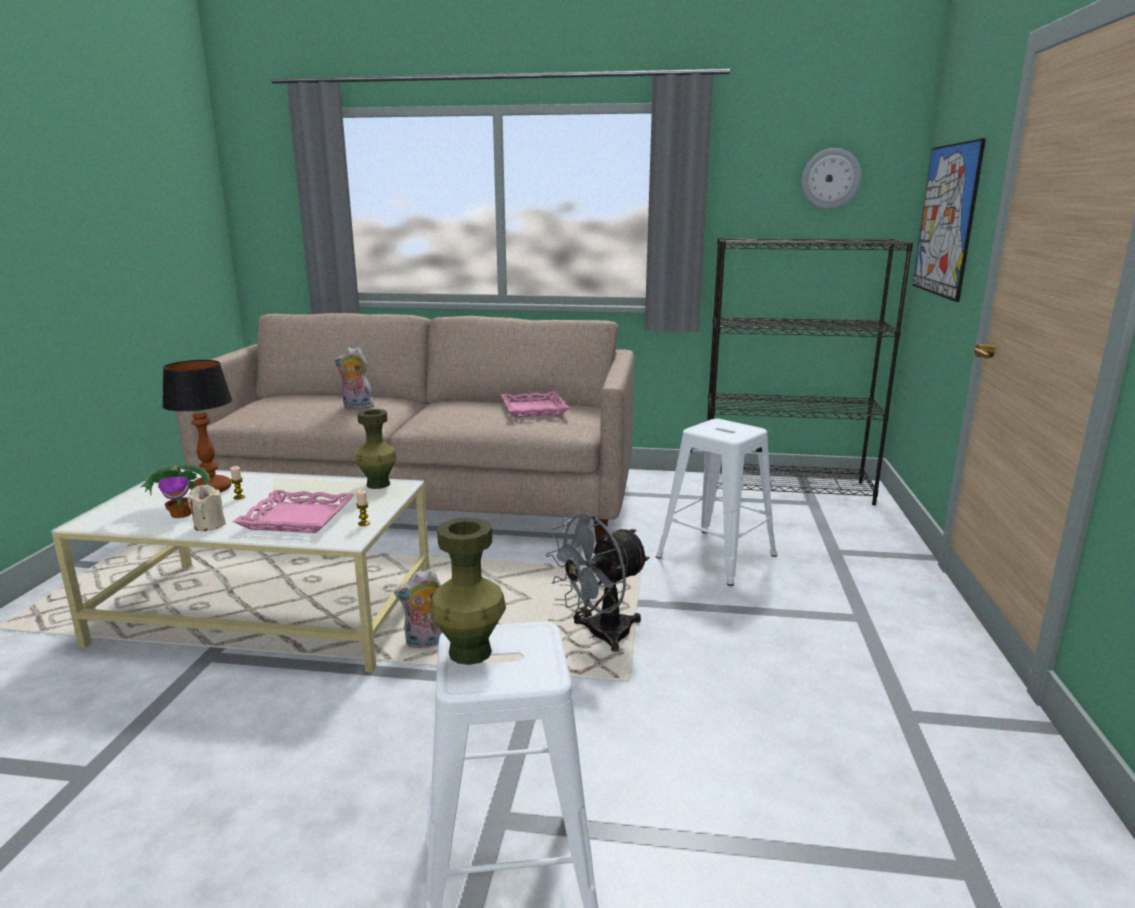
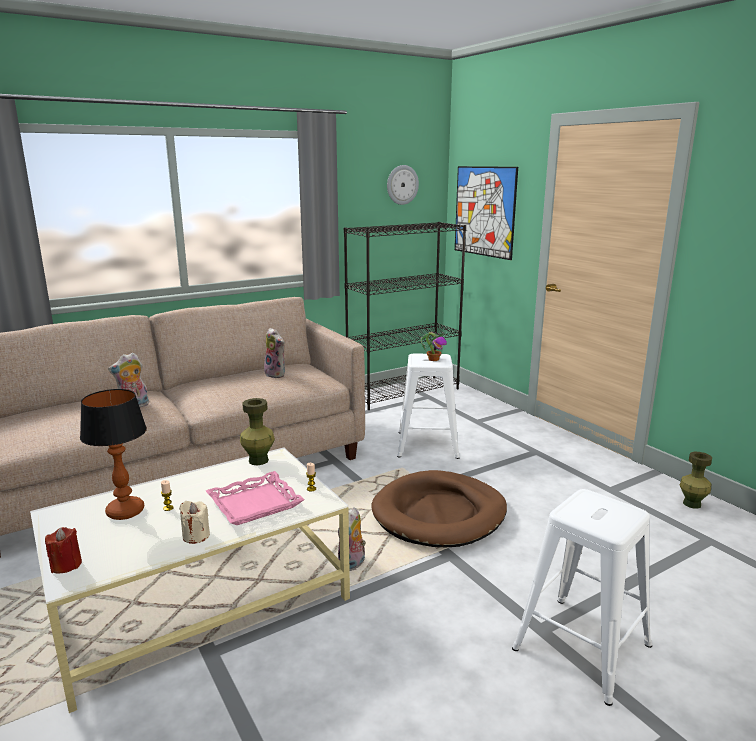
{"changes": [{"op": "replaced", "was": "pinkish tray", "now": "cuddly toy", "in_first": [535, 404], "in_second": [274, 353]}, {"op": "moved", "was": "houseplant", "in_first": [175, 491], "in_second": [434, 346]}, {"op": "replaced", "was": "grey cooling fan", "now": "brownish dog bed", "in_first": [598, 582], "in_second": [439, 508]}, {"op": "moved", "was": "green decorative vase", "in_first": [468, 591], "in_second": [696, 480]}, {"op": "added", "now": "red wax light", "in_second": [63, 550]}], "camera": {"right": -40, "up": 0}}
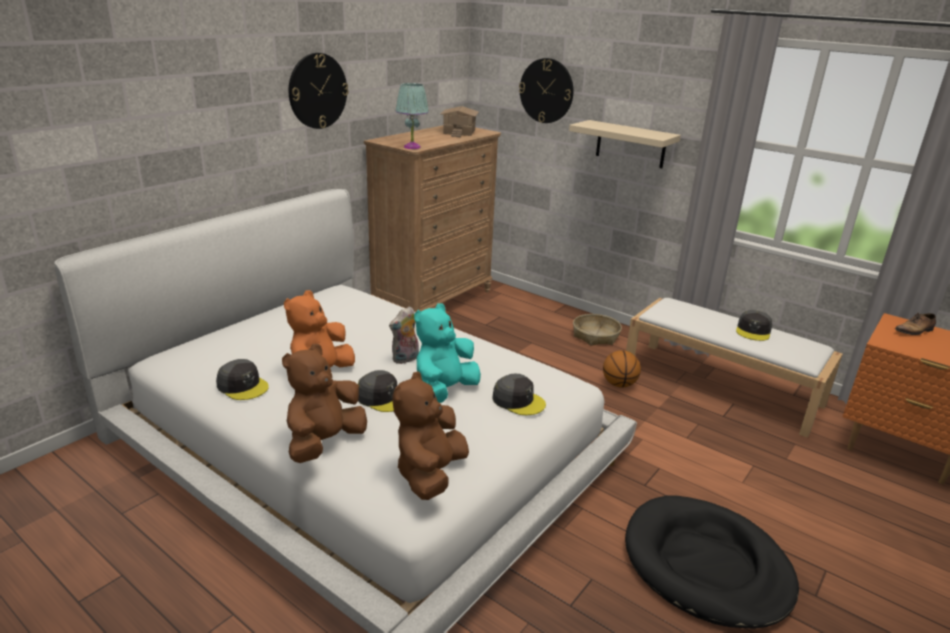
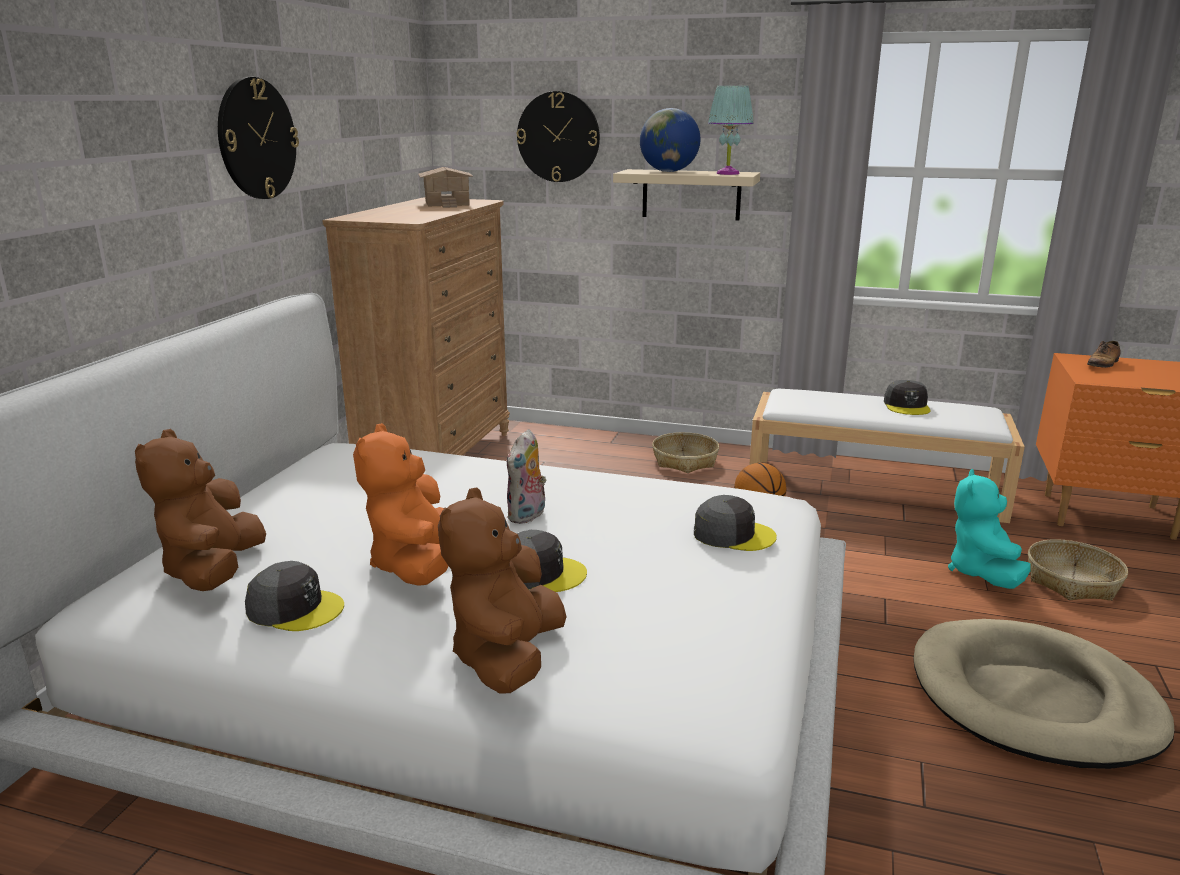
{"changes": [{"op": "moved", "was": "turquoise lamp for a table", "in_first": [412, 116], "in_second": [731, 130]}, {"op": "moved", "was": "turquoise cuddly toy", "in_first": [447, 353], "in_second": [989, 529]}, {"op": "moved", "was": "brownish cuddly toy", "in_first": [431, 435], "in_second": [200, 510]}, {"op": "recoloured", "was": "black dog bed", "now": "beige-coloured dog bed", "in_first": [712, 562], "in_second": [1044, 694]}, {"op": "added", "now": "globe", "in_second": [670, 140]}, {"op": "added", "now": "basket", "in_second": [1078, 570]}], "camera": {"right": -20, "up": -5}}
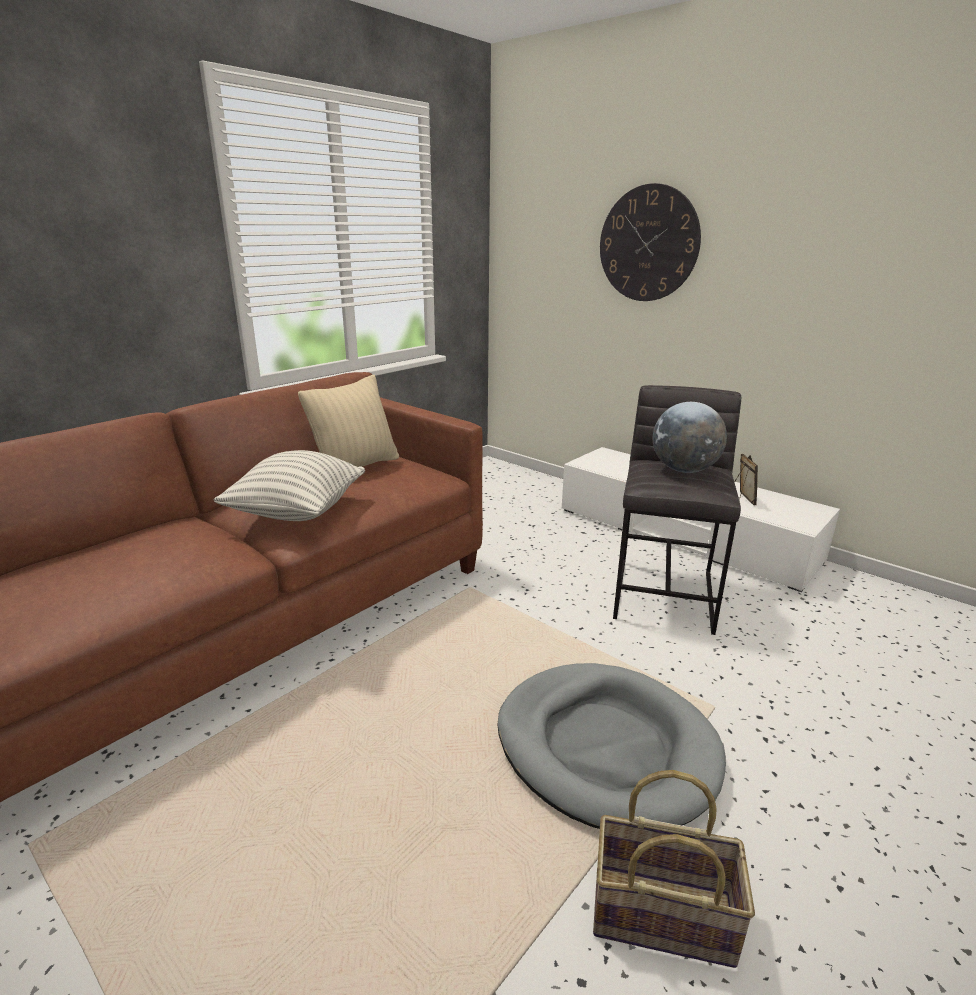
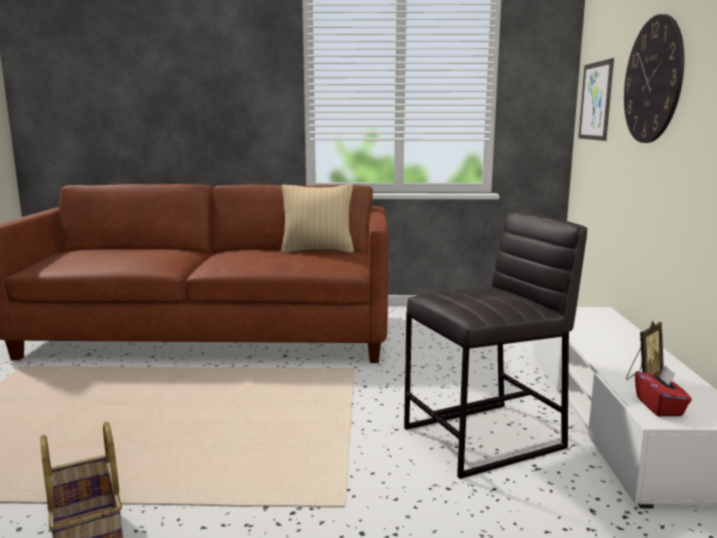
{"changes": [{"op": "removed", "was": "globe", "in_first": [690, 437]}, {"op": "removed", "was": "pillow", "in_first": [289, 485]}, {"op": "removed", "was": "grey dog bed", "in_first": [612, 746]}, {"op": "added", "now": "wall picture", "in_second": [596, 99]}, {"op": "added", "now": "red tissue holder", "in_second": [663, 390]}], "camera": {"right": 50, "up": -10}}
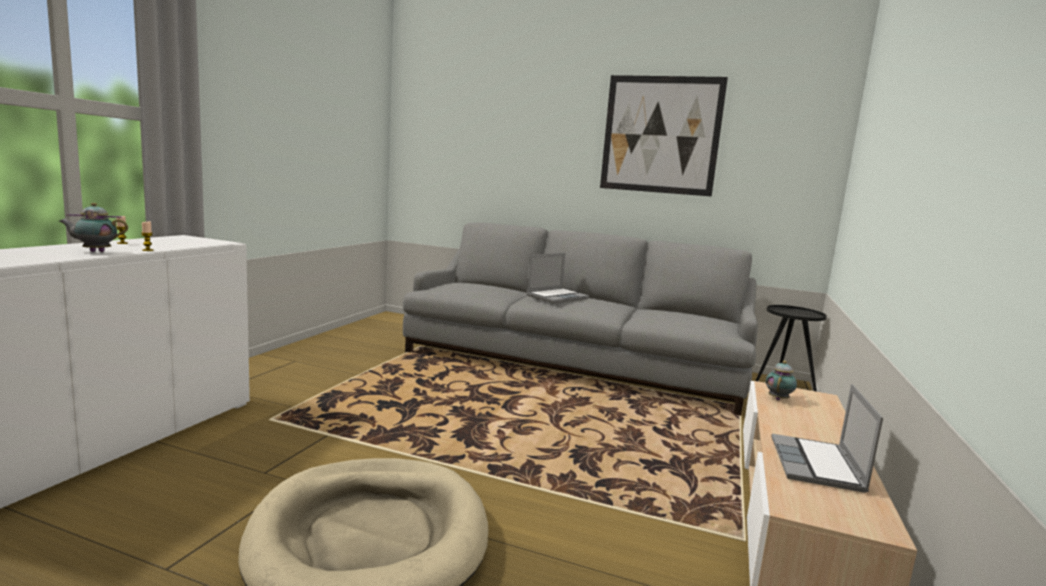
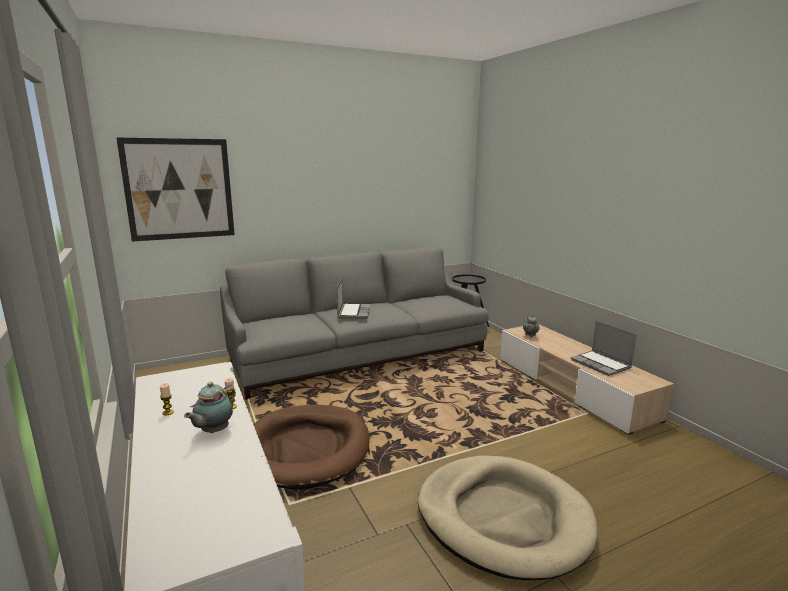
{"changes": [{"op": "moved", "was": "wall picture", "in_first": [664, 136], "in_second": [175, 189]}, {"op": "added", "now": "brownish dog bed", "in_second": [311, 447]}], "camera": {"right": -45, "up": 5}}
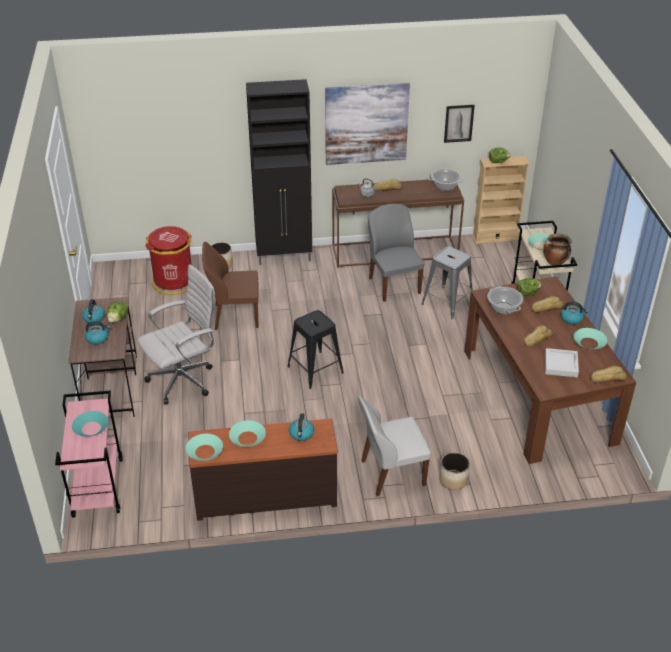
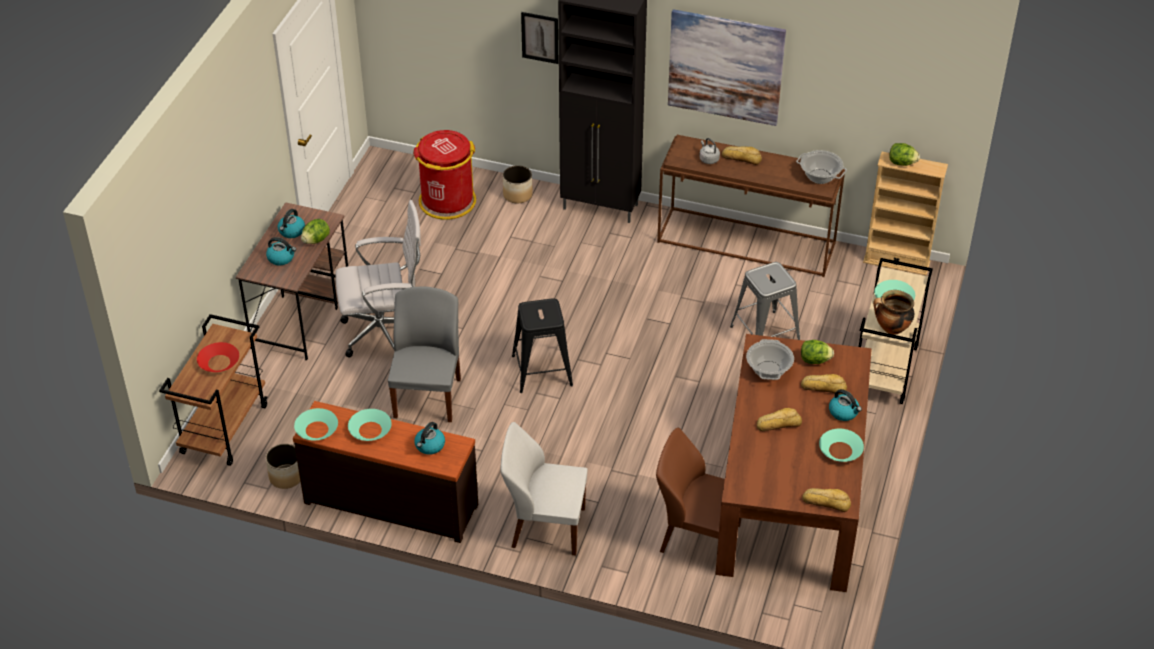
{"changes": [{"op": "moved", "was": "wall picture", "in_first": [459, 124], "in_second": [539, 38]}, {"op": "moved", "was": "grey upright chair", "in_first": [396, 253], "in_second": [424, 354]}, {"op": "moved", "was": "brownish upright chair", "in_first": [230, 285], "in_second": [699, 490]}, {"op": "removed", "was": "grey tray", "in_first": [562, 362]}, {"op": "recoloured", "was": "pinkish trolley", "now": "brownish trolley", "in_first": [89, 454], "in_second": [213, 390]}, {"op": "recoloured", "was": "turquoise serving bowl", "now": "red serving bowl", "in_first": [90, 424], "in_second": [218, 357]}, {"op": "moved", "was": "flower pot", "in_first": [454, 471], "in_second": [283, 466]}], "camera": {"right": 25, "up": 5}}
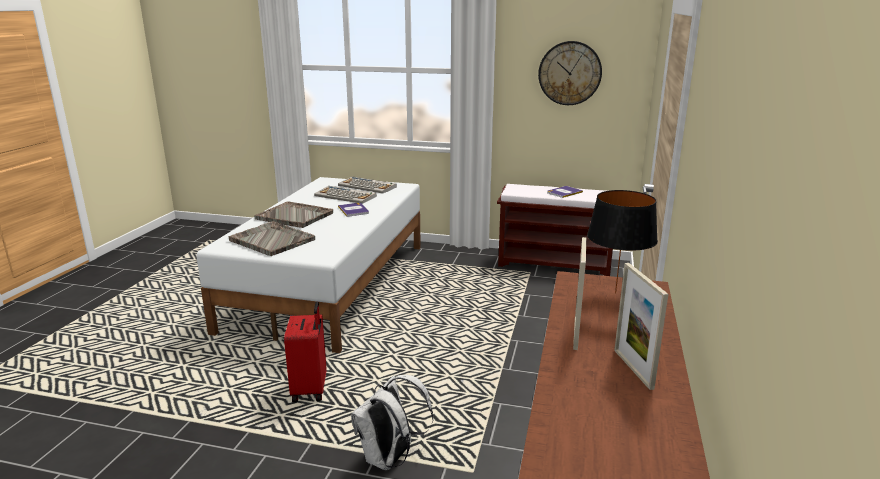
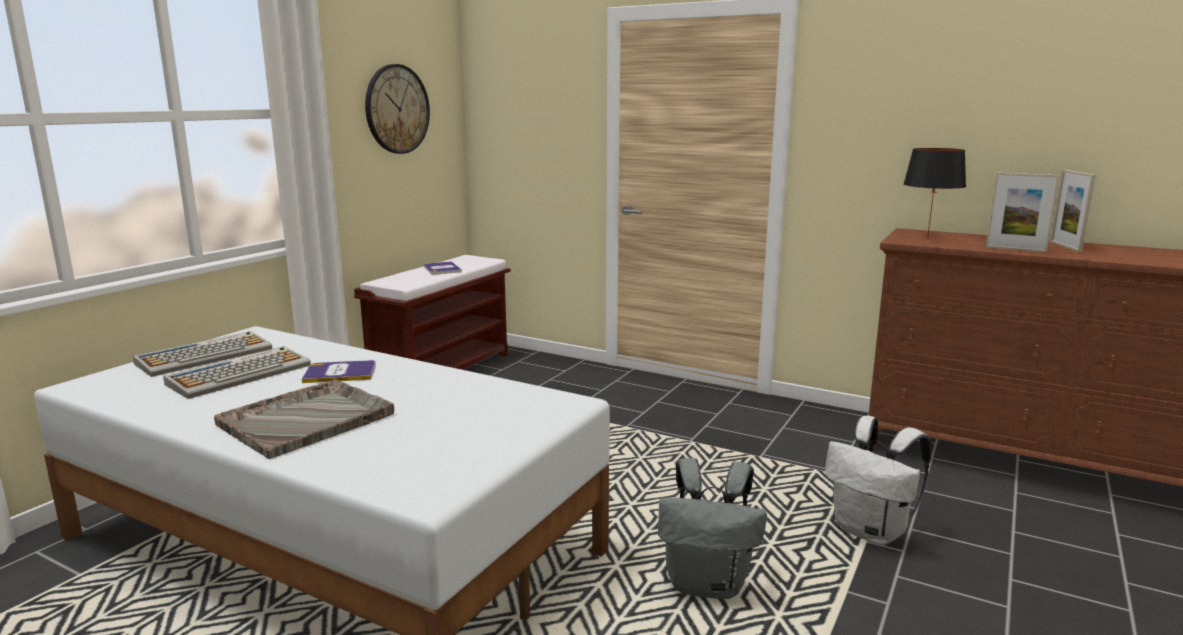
{"changes": [{"op": "removed", "was": "grey tray", "in_first": [272, 238]}, {"op": "turned", "was": "picture frame", "in_first": [641, 326], "in_second": [1073, 211], "clockwise": 90}, {"op": "replaced", "was": "red piece of luggage", "now": "grey knapsack", "in_first": [305, 352], "in_second": [712, 528]}], "camera": {"right": -75, "up": -5}}
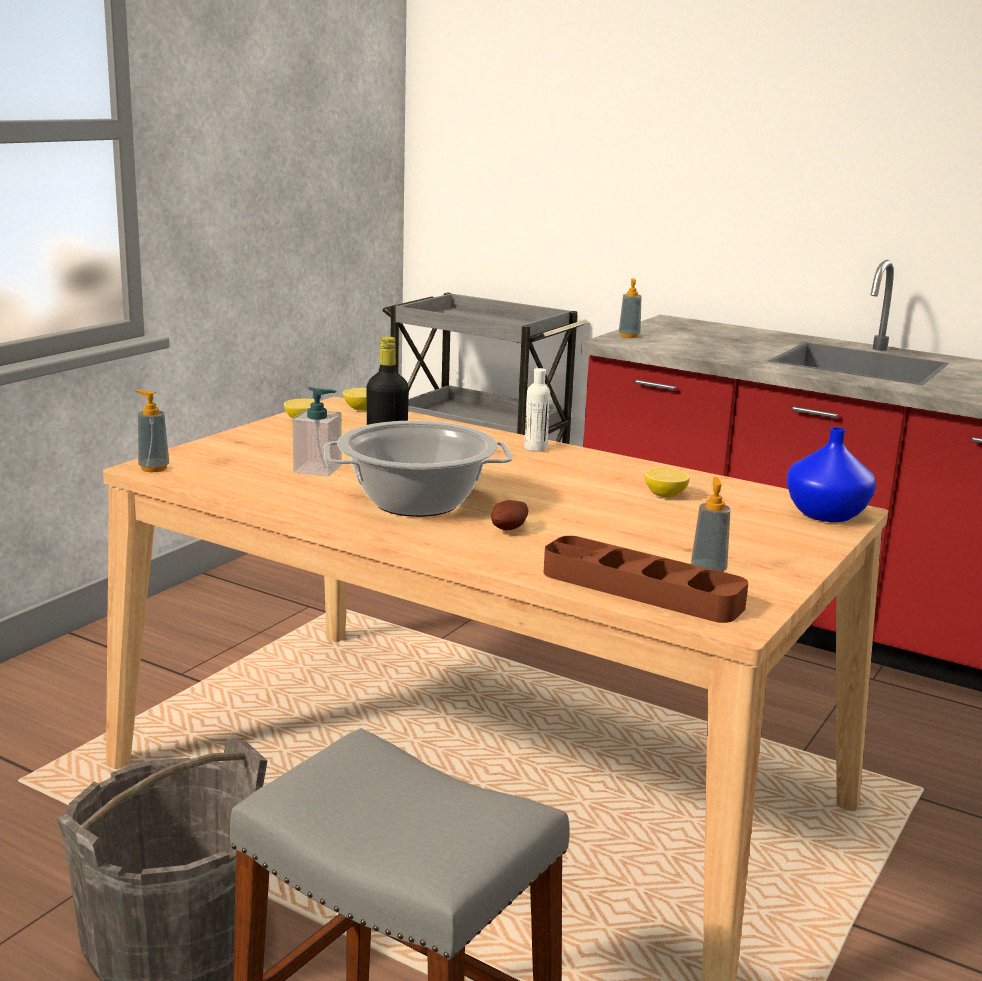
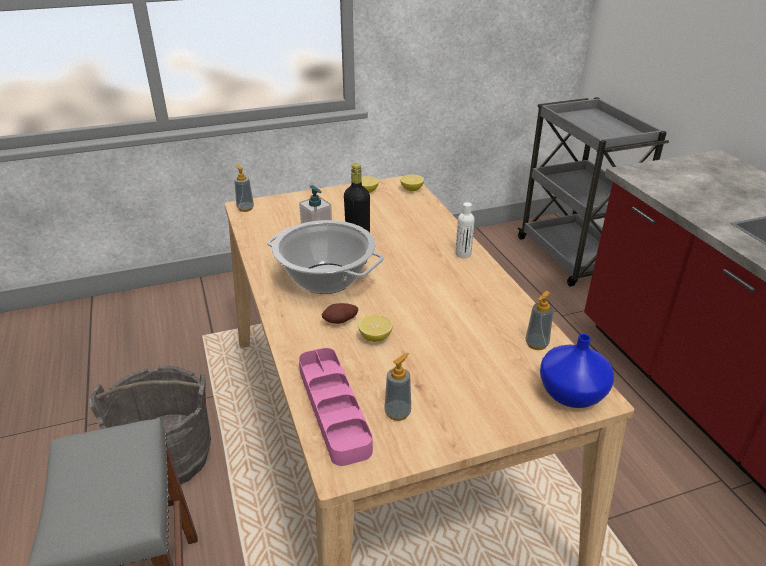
{"changes": [{"op": "moved", "was": "soap bottle", "in_first": [630, 308], "in_second": [539, 320]}, {"op": "moved", "was": "lemon", "in_first": [667, 483], "in_second": [375, 328]}, {"op": "recoloured", "was": "brownish tray", "now": "pinkish tray", "in_first": [646, 579], "in_second": [336, 407]}], "camera": {"right": 40, "up": 15}}
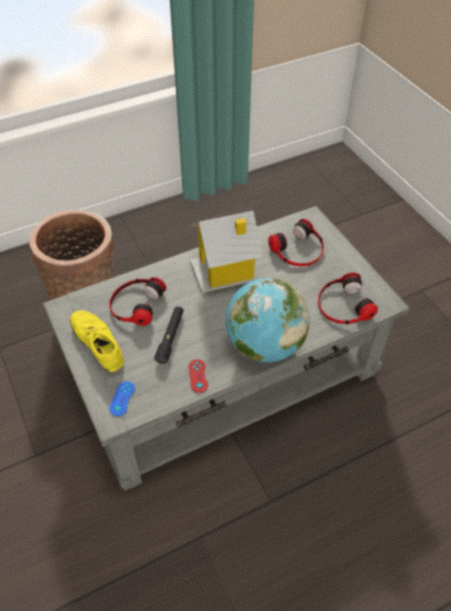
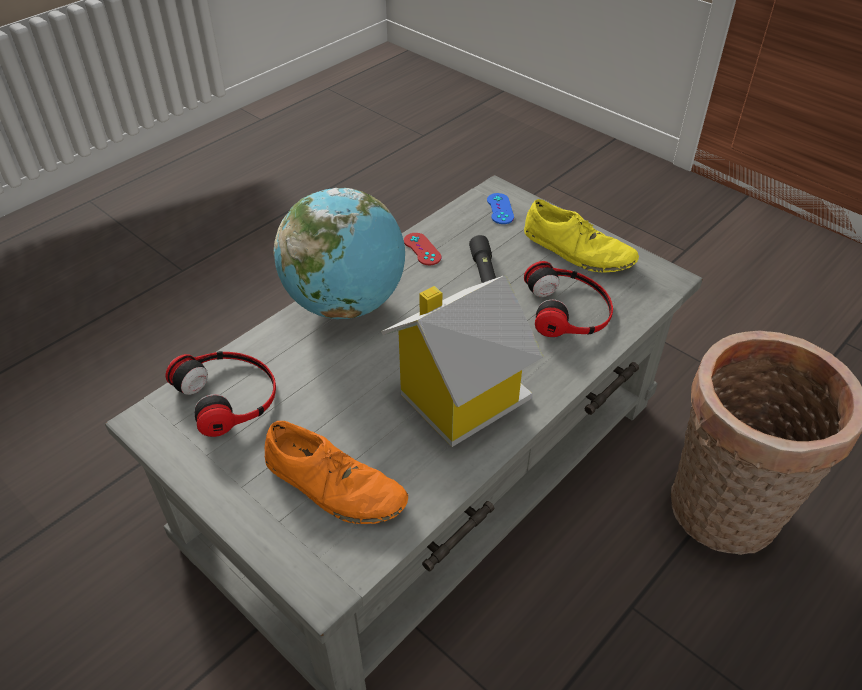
{"changes": [{"op": "replaced", "was": "headset", "now": "orange-coloured low shoe", "in_first": [296, 242], "in_second": [336, 472]}], "camera": {"right": 160, "up": -5}}
